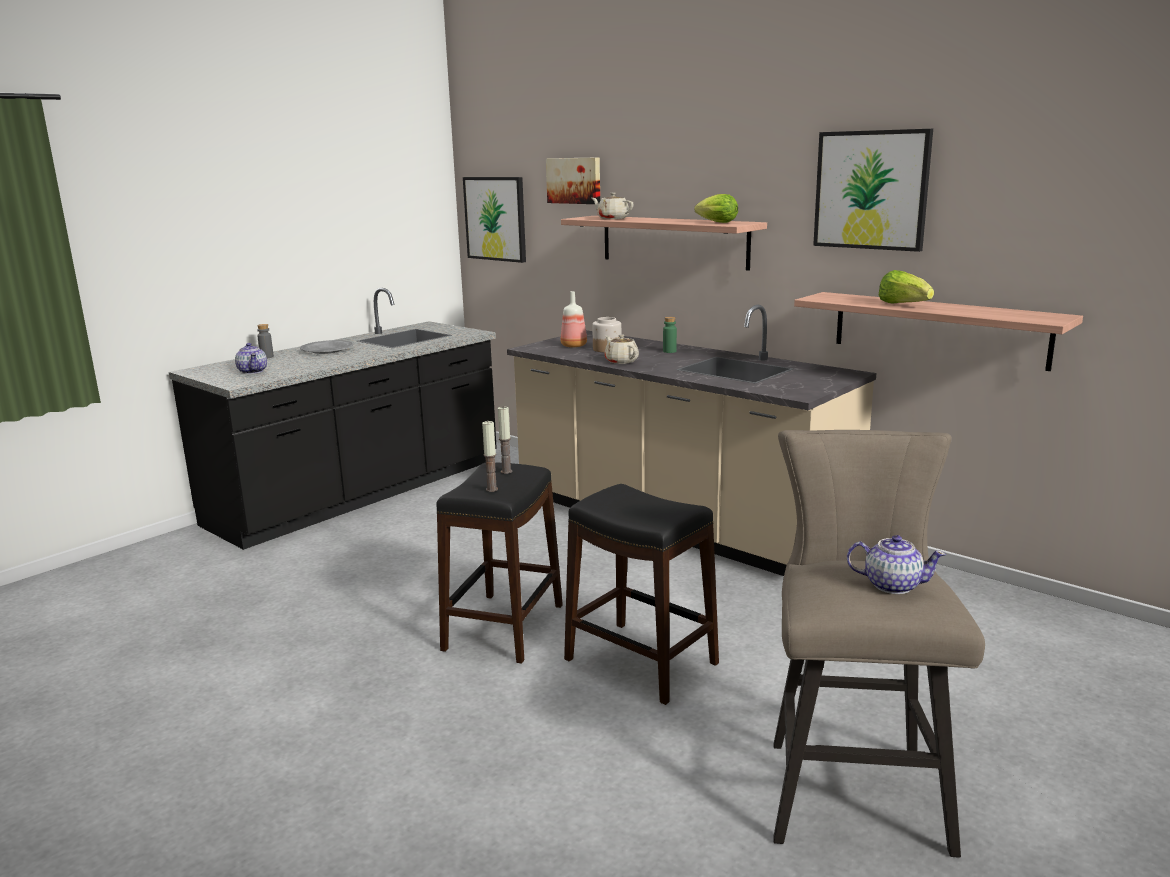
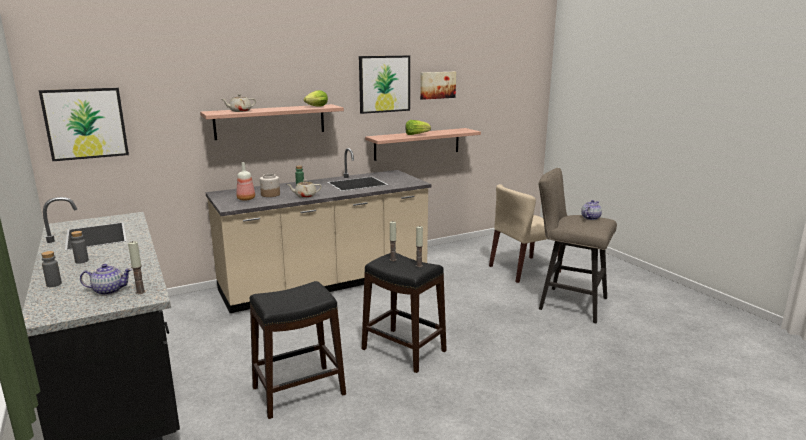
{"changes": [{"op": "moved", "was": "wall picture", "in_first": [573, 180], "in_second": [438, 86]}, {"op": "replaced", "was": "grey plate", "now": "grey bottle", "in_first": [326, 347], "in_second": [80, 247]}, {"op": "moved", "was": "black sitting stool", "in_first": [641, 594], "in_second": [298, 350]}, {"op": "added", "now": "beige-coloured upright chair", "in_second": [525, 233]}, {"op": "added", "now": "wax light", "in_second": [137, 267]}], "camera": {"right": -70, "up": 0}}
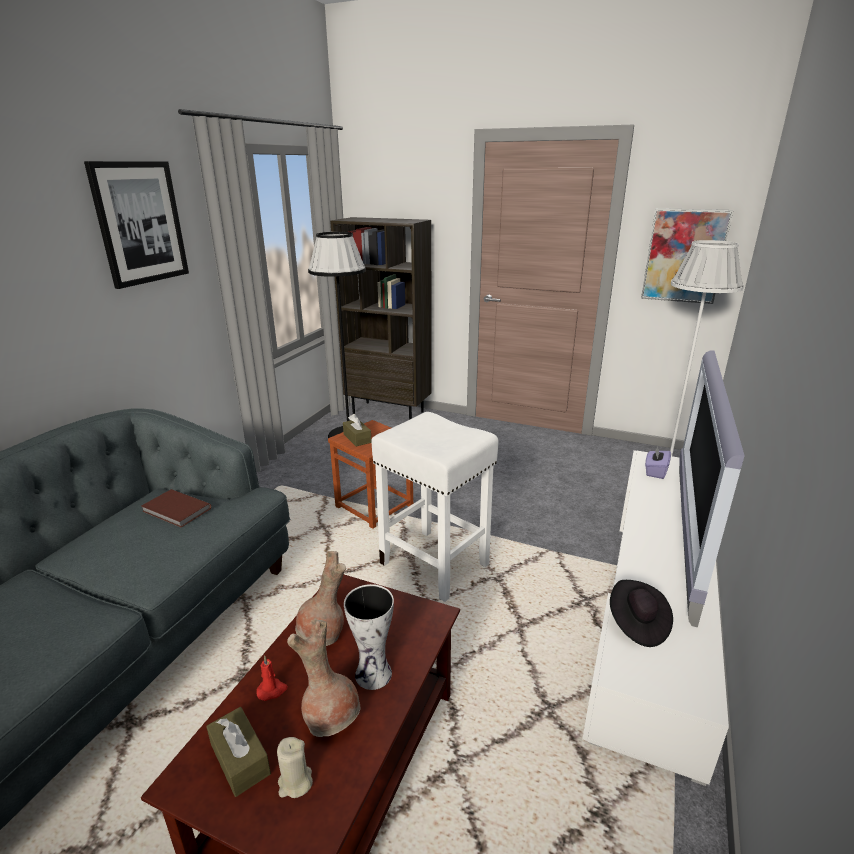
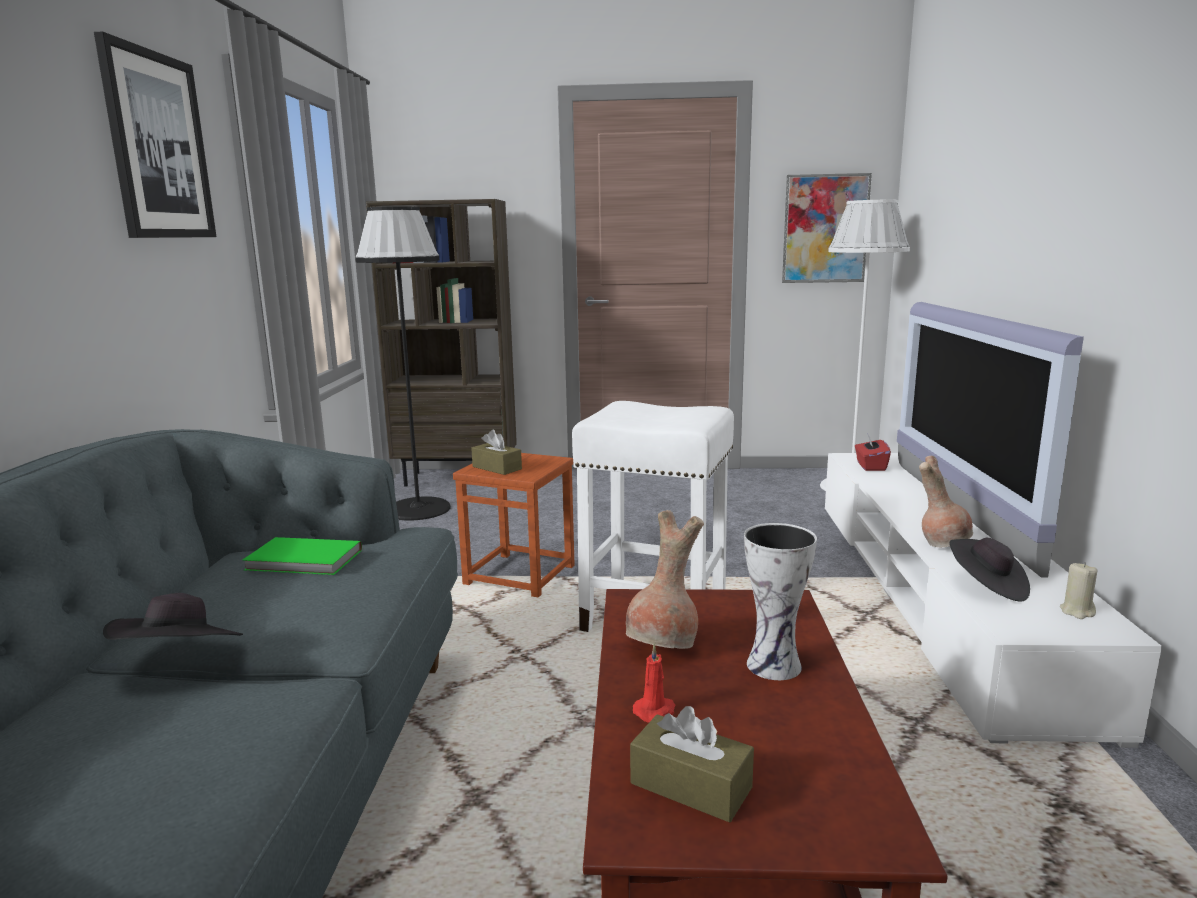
{"changes": [{"op": "recoloured", "was": "purple-coloured tissue holder", "now": "red tissue holder", "in_first": [658, 462], "in_second": [873, 452]}, {"op": "recoloured", "was": "brownish volume", "now": "green volume", "in_first": [176, 508], "in_second": [302, 556]}, {"op": "moved", "was": "brownish decorative vase", "in_first": [324, 678], "in_second": [946, 501]}, {"op": "moved", "was": "beige-coloured wax light", "in_first": [295, 767], "in_second": [1078, 590]}, {"op": "added", "now": "black hat", "in_second": [173, 616]}], "camera": {"right": -20, "up": -10}}
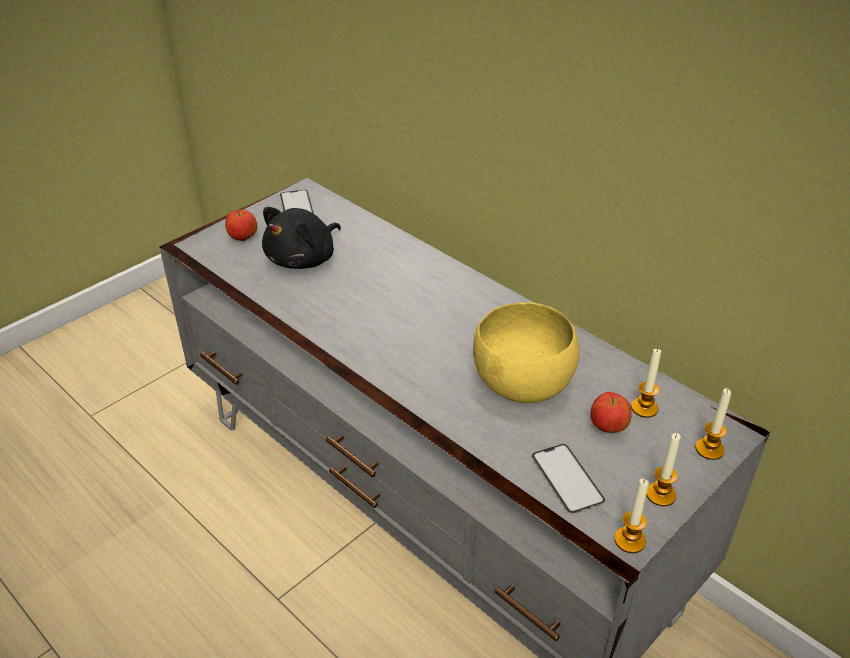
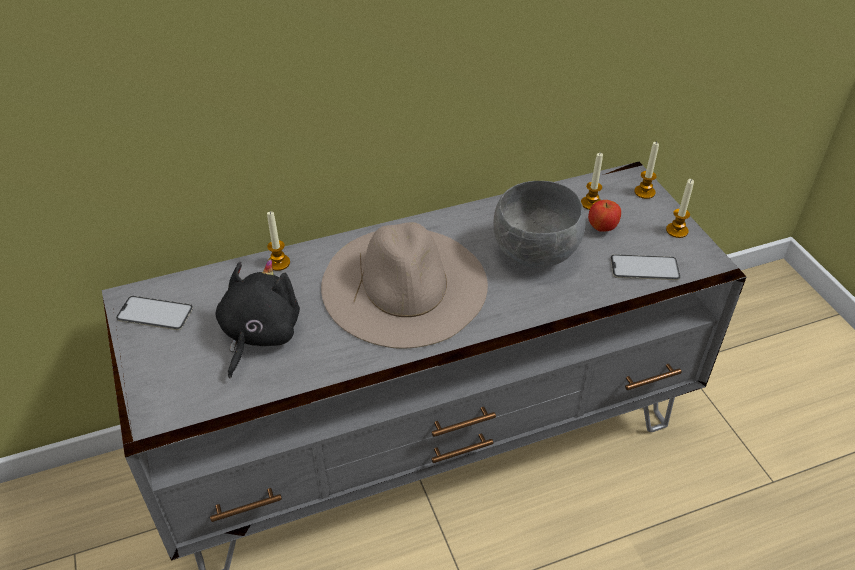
{"changes": [{"op": "turned", "was": "black cuddly toy", "in_first": [301, 238], "in_second": [258, 319], "clockwise": -135}, {"op": "removed", "was": "apple", "in_first": [241, 225]}, {"op": "recoloured", "was": "yellow serving bowl", "now": "grey serving bowl", "in_first": [526, 352], "in_second": [539, 224]}, {"op": "moved", "was": "wax light", "in_first": [631, 516], "in_second": [278, 241]}, {"op": "added", "now": "beige-coloured hat", "in_second": [404, 285]}], "camera": {"right": -65, "up": 5}}
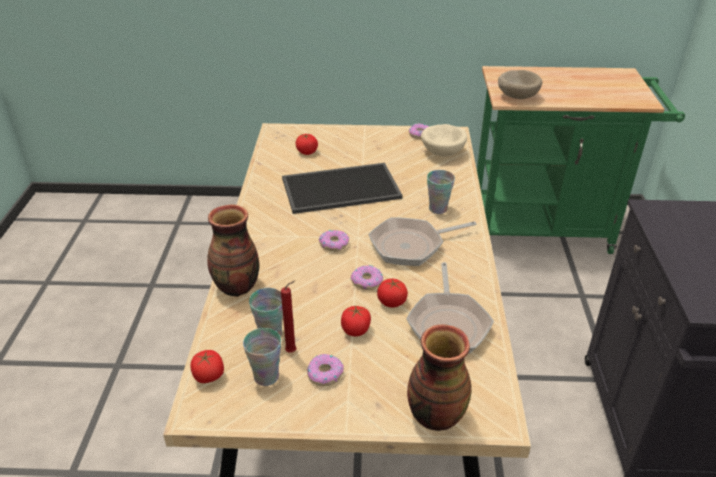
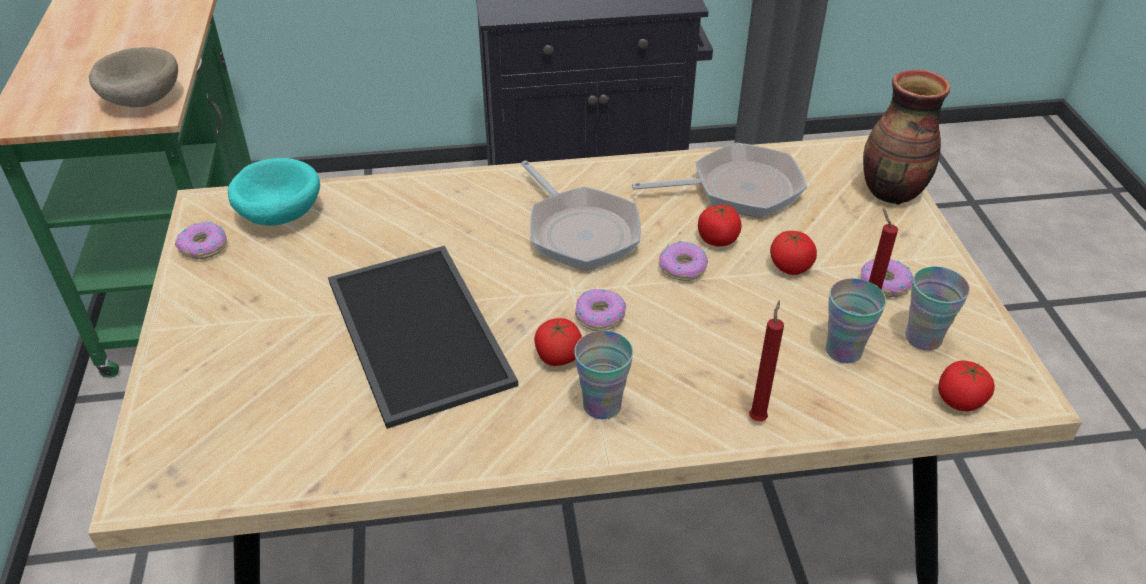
{"changes": [{"op": "recoloured", "was": "beige-coloured serving bowl", "now": "turquoise serving bowl", "in_first": [444, 140], "in_second": [274, 192]}, {"op": "moved", "was": "tomato", "in_first": [306, 144], "in_second": [558, 342]}, {"op": "moved", "was": "small cup", "in_first": [441, 192], "in_second": [603, 375]}, {"op": "replaced", "was": "decorative vase", "now": "red wax light", "in_first": [233, 250], "in_second": [766, 361]}], "camera": {"right": -100, "up": 5}}
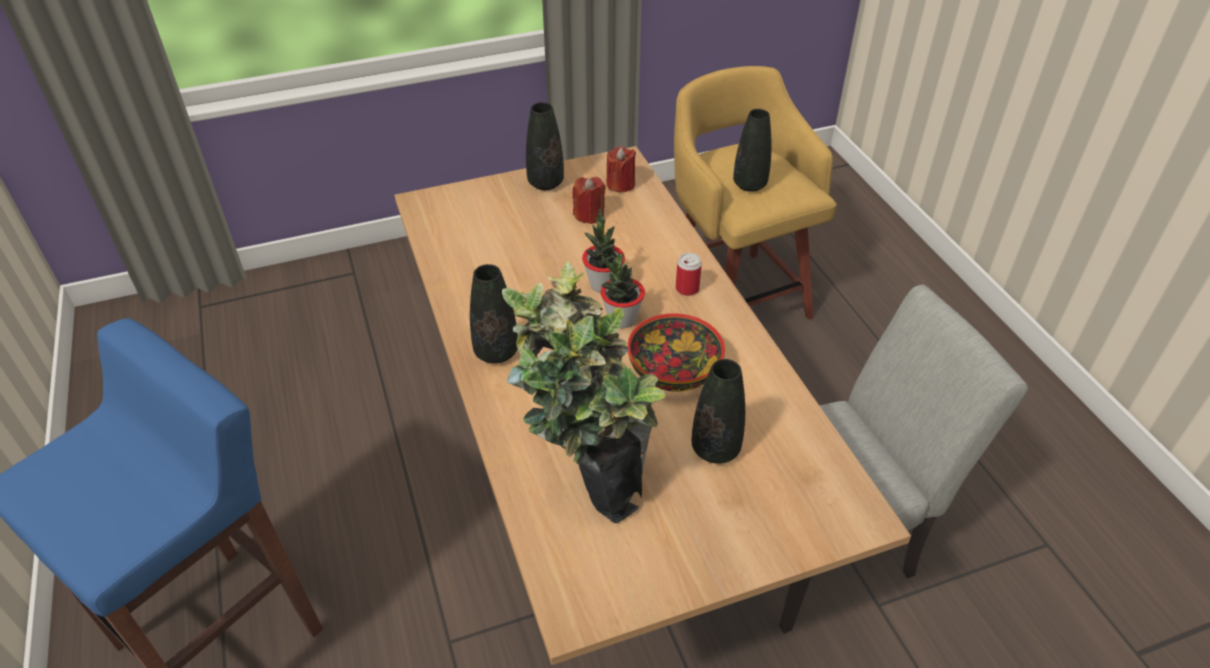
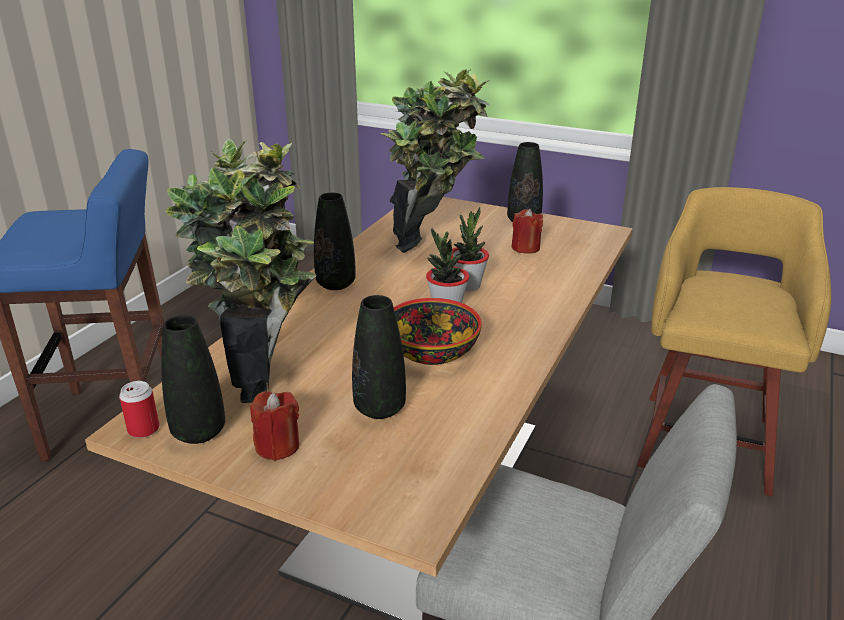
{"changes": [{"op": "moved", "was": "black decorative vase", "in_first": [752, 150], "in_second": [193, 379]}, {"op": "moved", "was": "red wax light", "in_first": [621, 169], "in_second": [274, 426]}, {"op": "moved", "was": "metal can", "in_first": [689, 274], "in_second": [139, 409]}, {"op": "added", "now": "houseplant", "in_second": [435, 161]}], "camera": {"right": 45, "up": -15}}
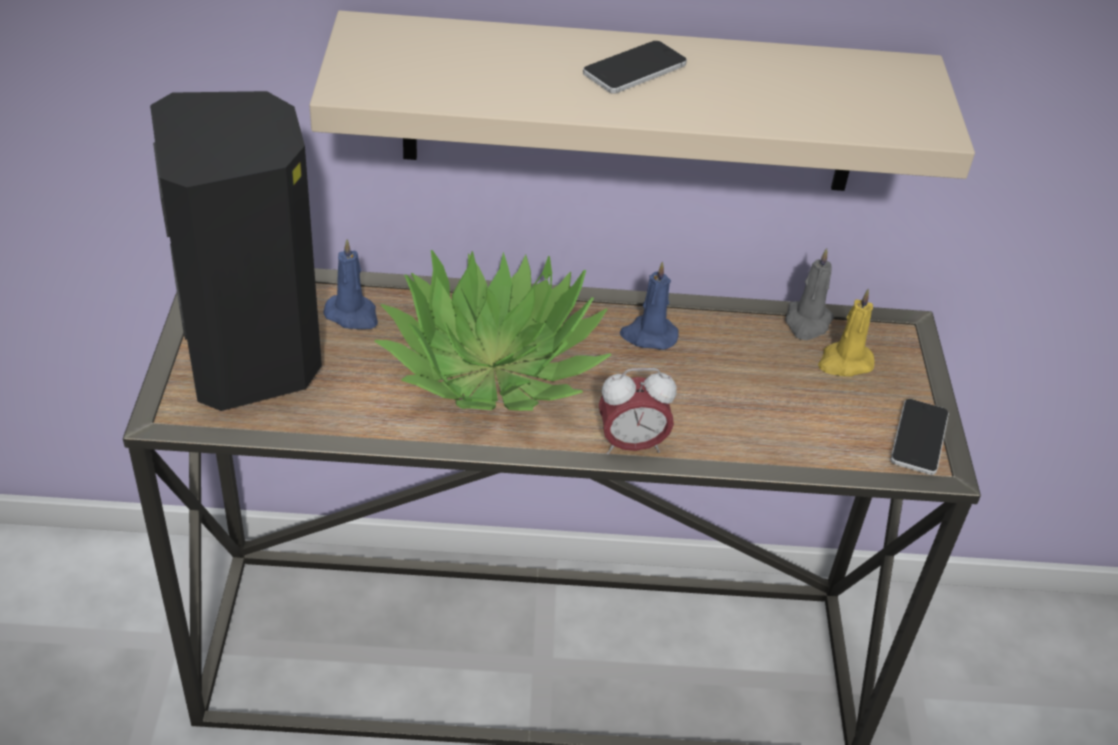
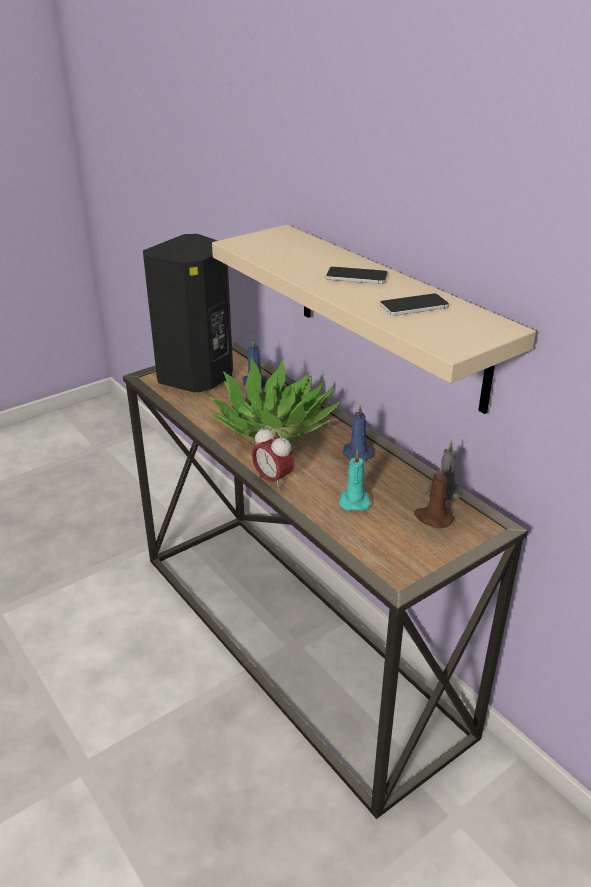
{"changes": [{"op": "recoloured", "was": "yellow wax light", "now": "brownish wax light", "in_first": [846, 333], "in_second": [434, 497]}, {"op": "moved", "was": "telephone", "in_first": [919, 437], "in_second": [414, 305]}, {"op": "added", "now": "turquoise wax light", "in_second": [355, 480]}], "camera": {"right": 55, "up": -10}}
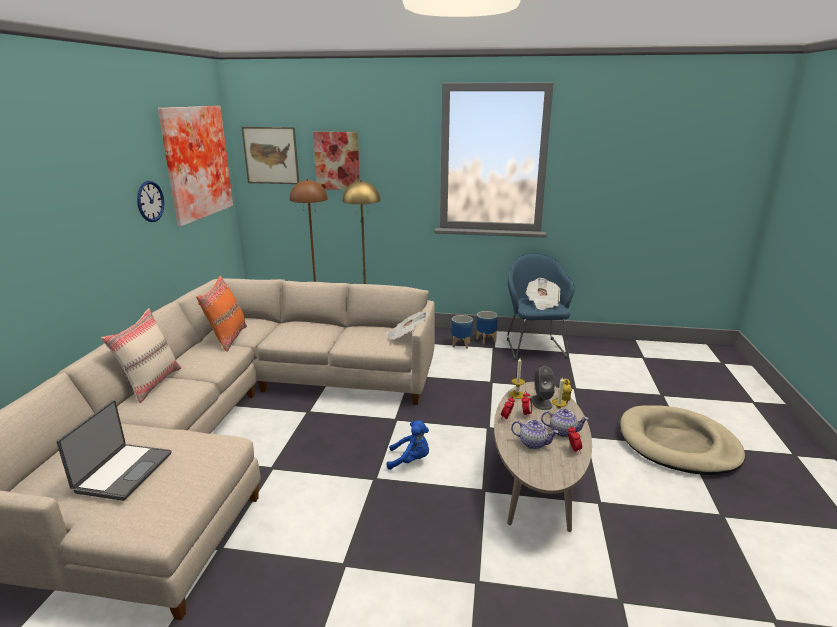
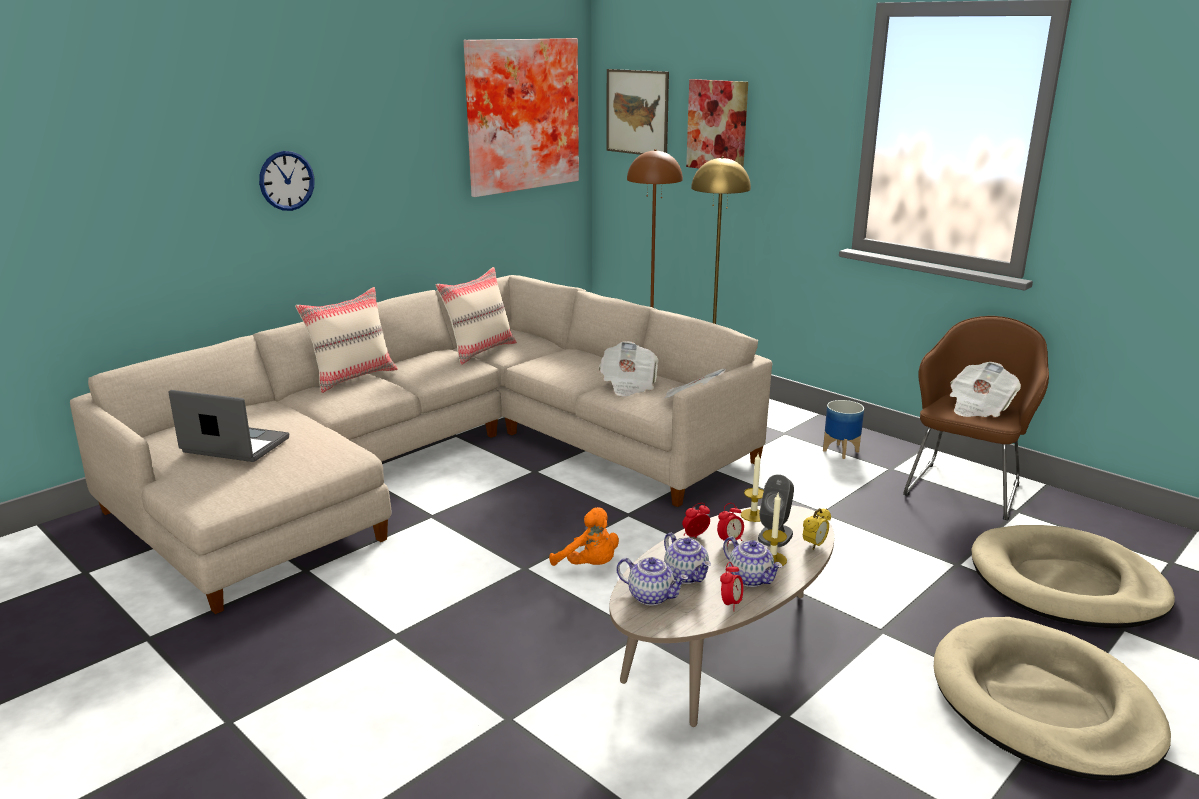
{"changes": [{"op": "moved", "was": "wall clock", "in_first": [150, 201], "in_second": [287, 181]}, {"op": "recoloured", "was": "blue easy chair", "now": "brownish easy chair", "in_first": [541, 306], "in_second": [976, 418]}, {"op": "recoloured", "was": "orange-coloured pillow", "now": "beige-coloured pillow", "in_first": [221, 314], "in_second": [476, 316]}, {"op": "removed", "was": "flower pot", "in_first": [487, 327]}, {"op": "turned", "was": "laptop", "in_first": [114, 450], "in_second": [229, 426], "clockwise": -120}, {"op": "recoloured", "was": "blue cuddly toy", "now": "orange-coloured cuddly toy", "in_first": [408, 445], "in_second": [584, 536]}, {"op": "added", "now": "daily paper", "in_second": [629, 368]}, {"op": "added", "now": "beige-coloured dog bed", "in_second": [1073, 576]}, {"op": "added", "now": "teapot", "in_second": [652, 581]}], "camera": {"right": 35, "up": 0}}
